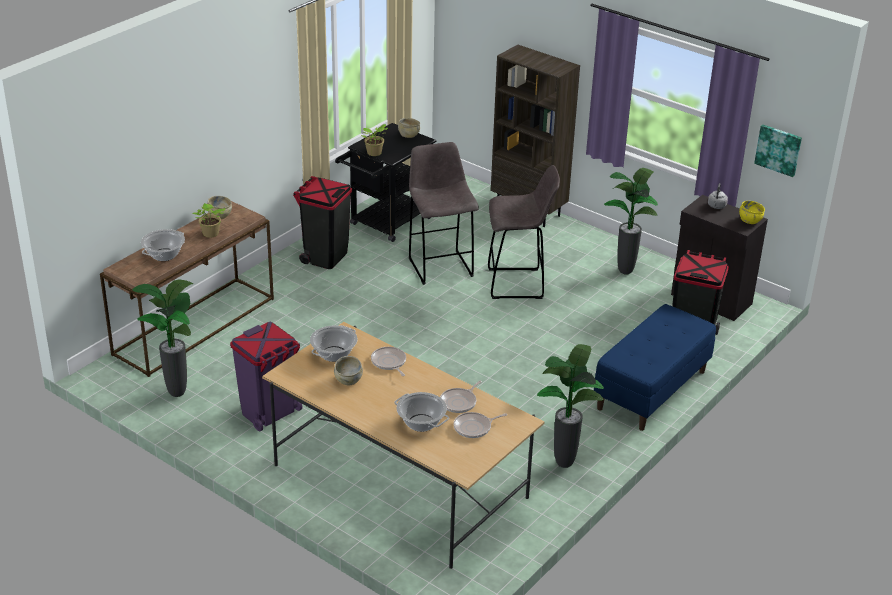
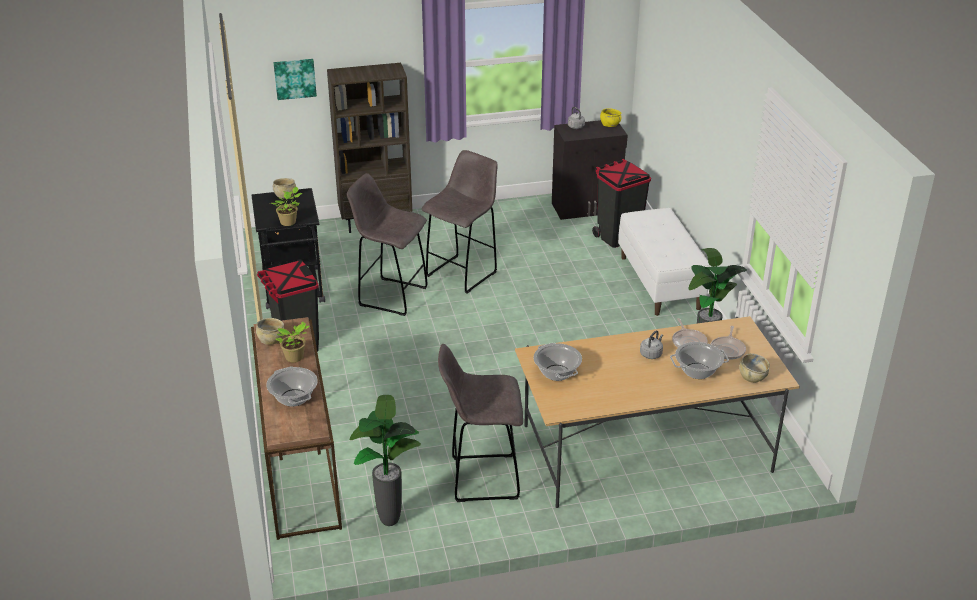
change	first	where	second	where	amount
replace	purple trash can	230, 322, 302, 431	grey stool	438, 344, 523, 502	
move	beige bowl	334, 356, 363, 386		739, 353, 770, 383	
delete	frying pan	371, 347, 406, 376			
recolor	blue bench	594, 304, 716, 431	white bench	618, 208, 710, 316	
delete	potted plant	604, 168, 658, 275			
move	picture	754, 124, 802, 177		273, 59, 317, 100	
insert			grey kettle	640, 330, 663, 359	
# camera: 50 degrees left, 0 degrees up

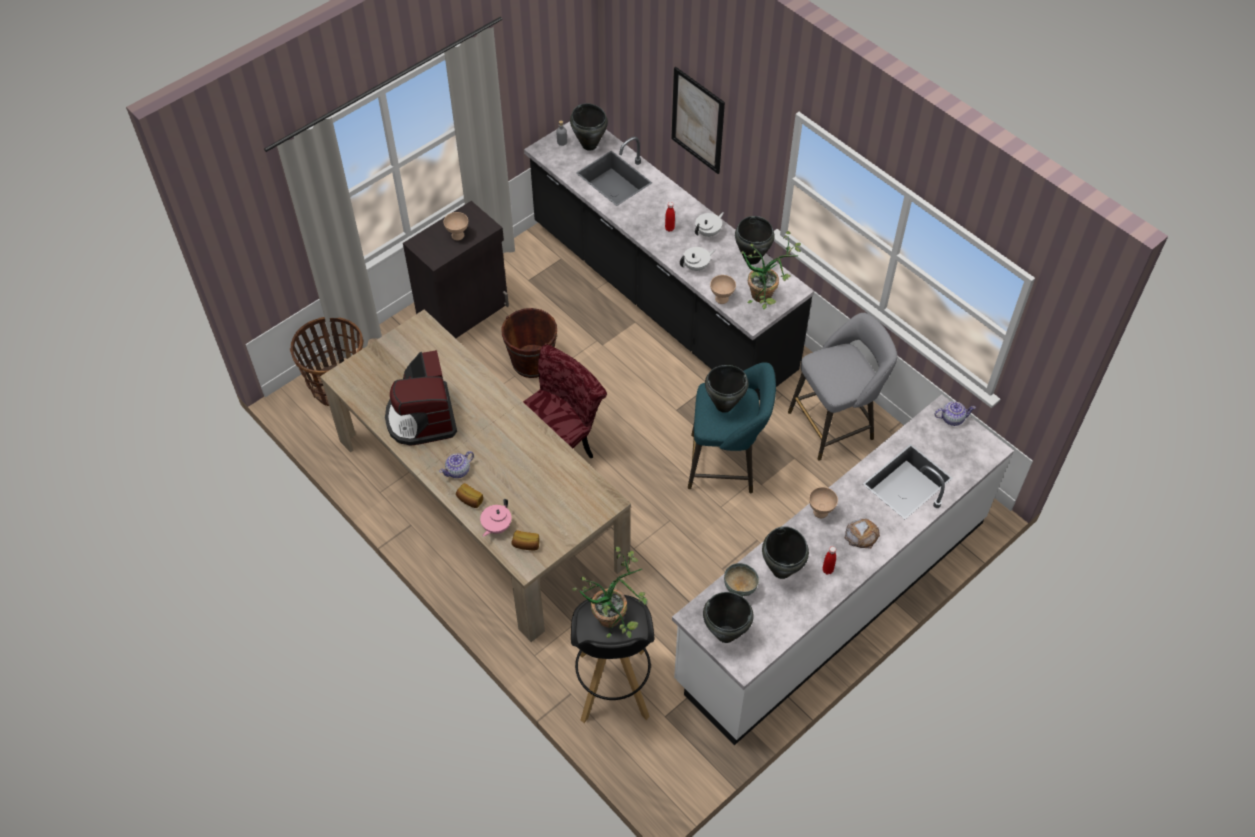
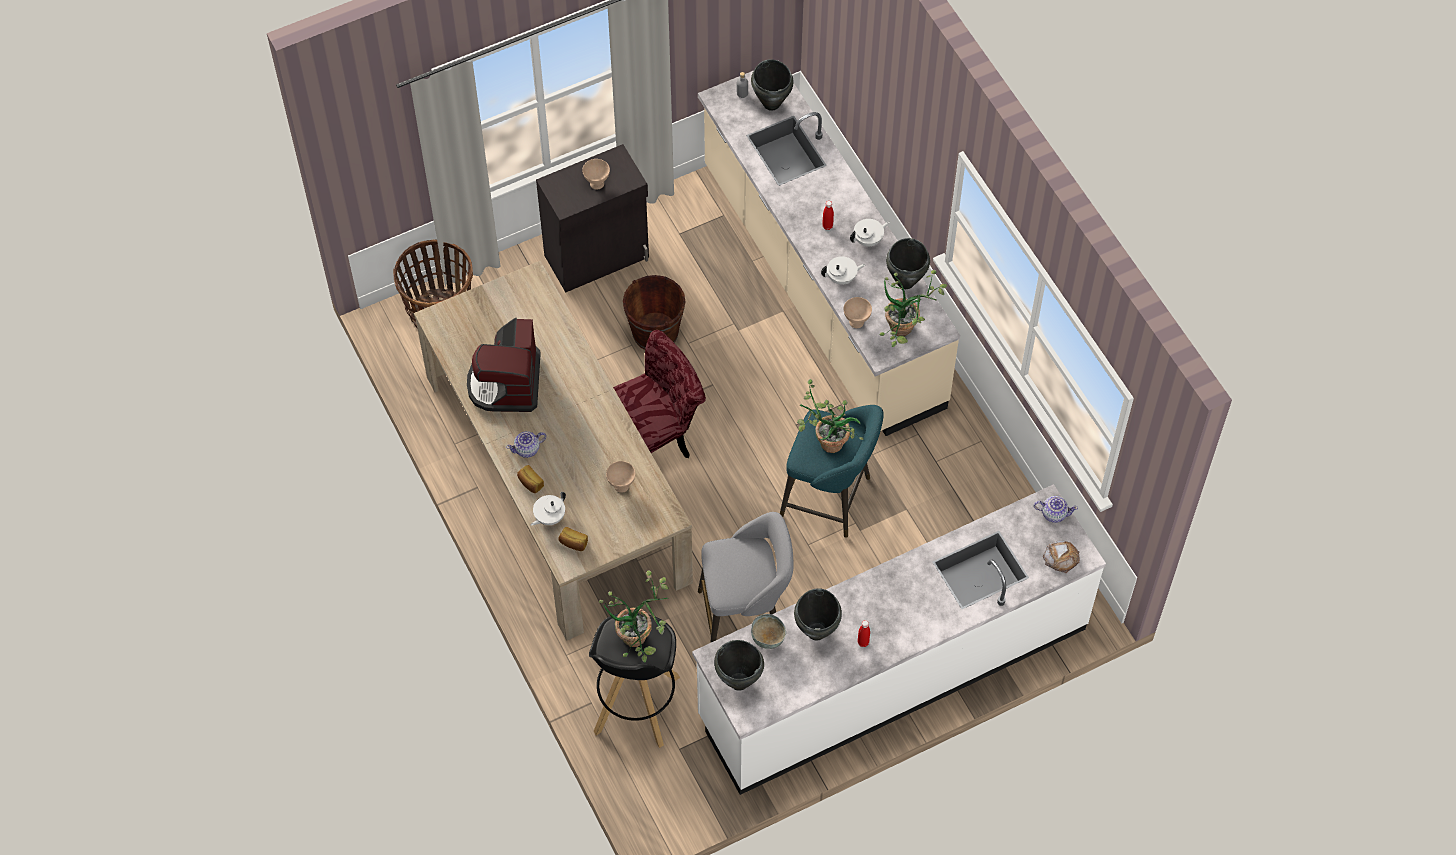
change	first	where	second	where	amount
recolor	pink teapot	480, 499, 511, 537	white teapot	531, 492, 566, 526	
recolor	black counter	524, 121, 814, 400	beige counter	698, 60, 960, 436	
delete	picture	671, 67, 725, 174			
replace	black cooking pot	705, 365, 749, 413	potted plant	797, 379, 864, 453	
move	grey stool	788, 313, 897, 461		698, 512, 793, 643	
move	beige bowl	809, 487, 838, 518		606, 461, 635, 493	
move	bread	845, 519, 880, 549		1043, 541, 1080, 573	
# camera: 15 degrees right, 5 degrees up

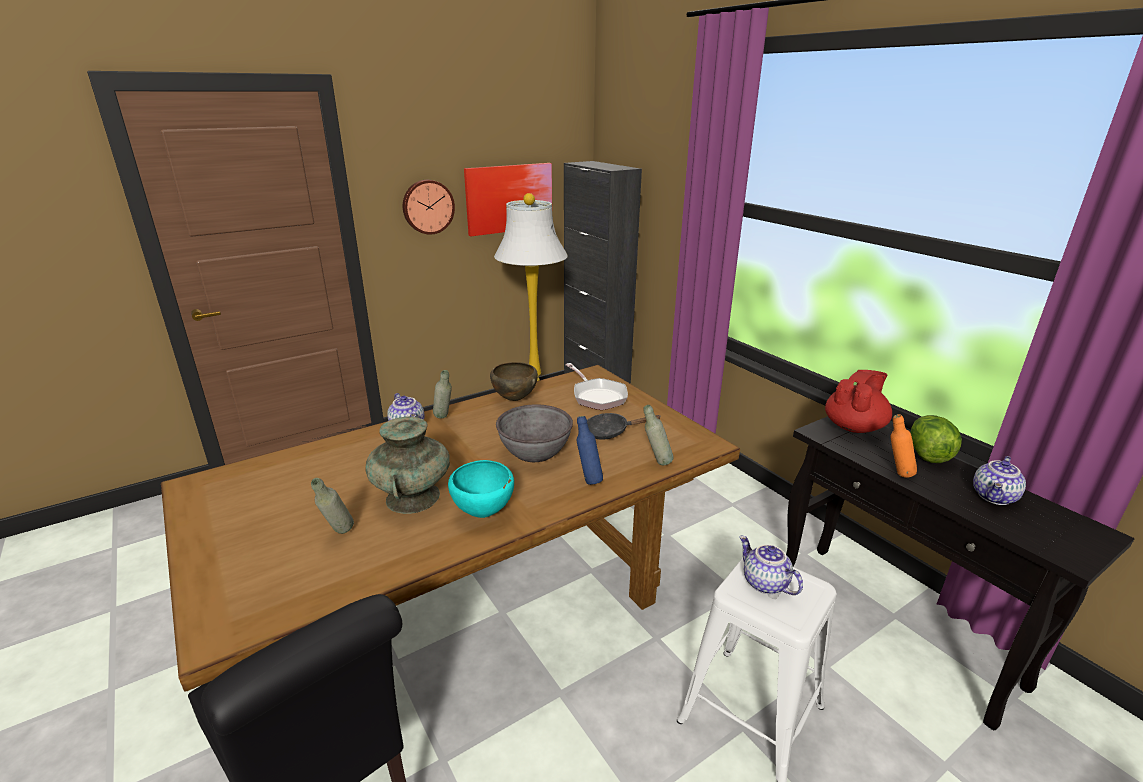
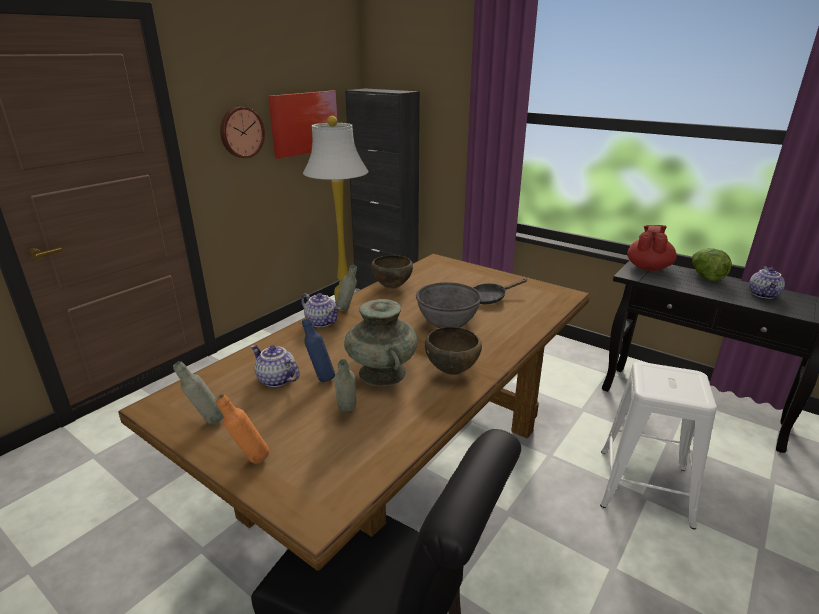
change	first	where	second	where	amount
recolor	turquoise bowl	448, 460, 514, 518	brown bowl	424, 327, 482, 375	
delete	frying pan	565, 363, 628, 410			
move	blue bottle	577, 416, 603, 485		302, 318, 335, 382	
move	grey bottle	643, 405, 673, 465		173, 361, 223, 425	
move	teapot	739, 536, 803, 595		251, 345, 299, 387	
move	orange bottle	891, 414, 917, 478		216, 394, 269, 464	
# camera: 20 degrees left, 0 degrees up

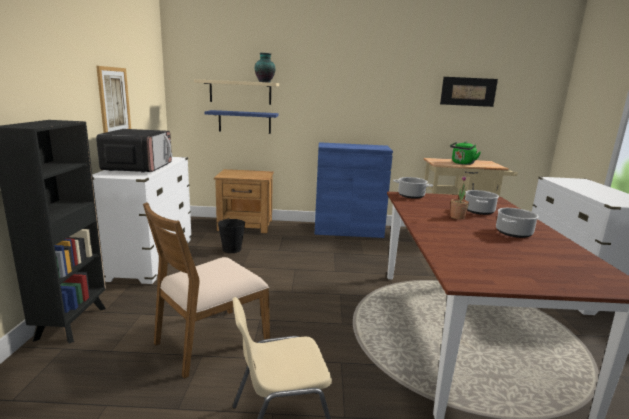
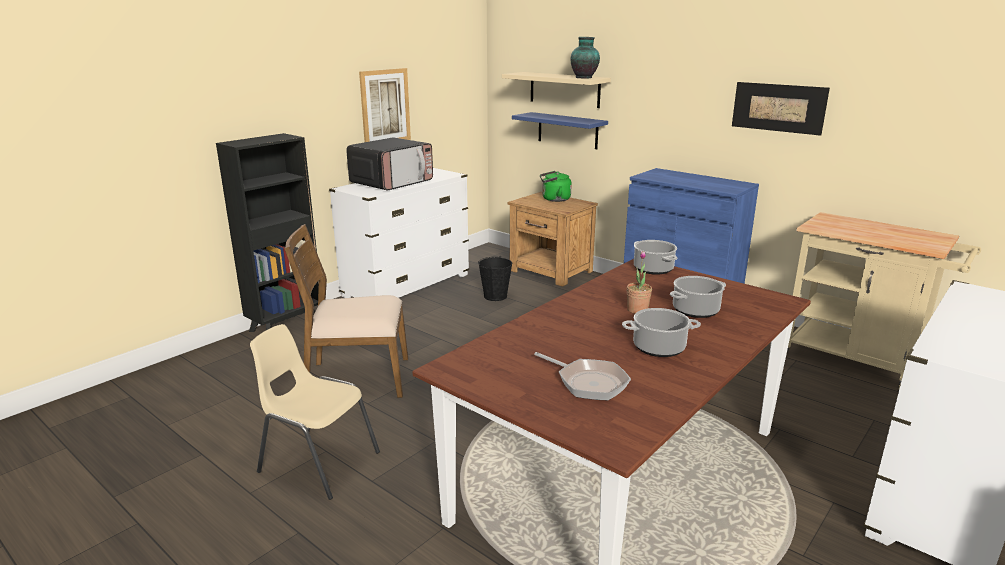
change	first	where	second	where	amount
move	picture	440, 77, 498, 107		732, 82, 830, 136	
move	green kettle	450, 142, 481, 165		540, 171, 572, 202	
insert			frying pan	534, 352, 631, 400	
# camera: 40 degrees right, 5 degrees up

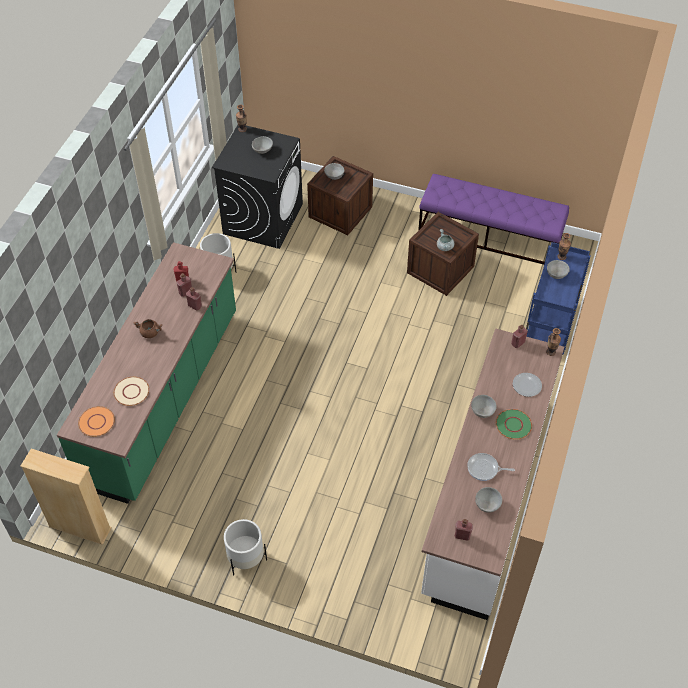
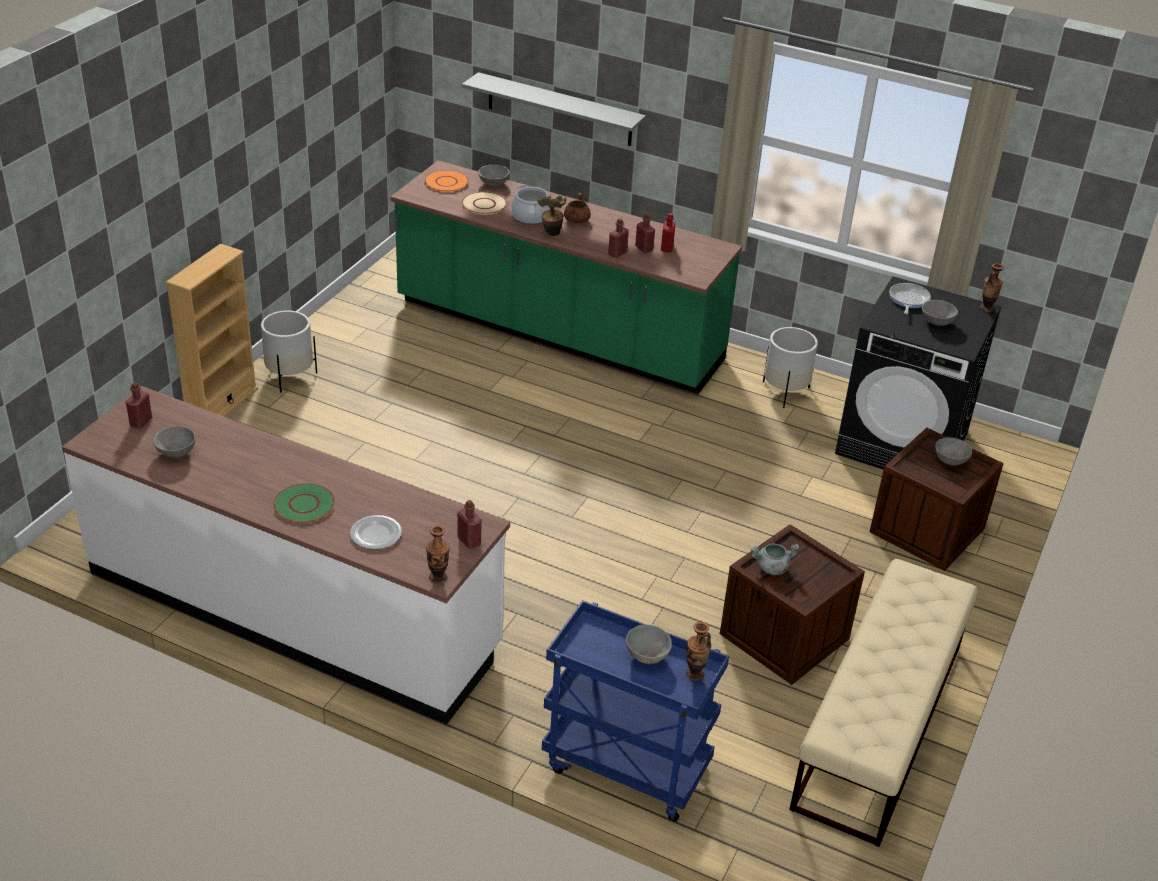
change	first	where	second	where	amount
move	beige bookcase	20, 449, 112, 545		165, 244, 258, 417	
recolor	purple bench	418, 174, 569, 265	beige bench	789, 559, 978, 847	
move	frying pan	467, 453, 515, 481		889, 283, 931, 314	
move	grey bowl	471, 395, 497, 418		478, 165, 510, 186	
insert			grey shelf	462, 72, 646, 146	
insert			cooking pot	511, 184, 550, 224	
insert			potted plant	537, 195, 566, 236	
# camera: 95 degrees right, 15 degrees down

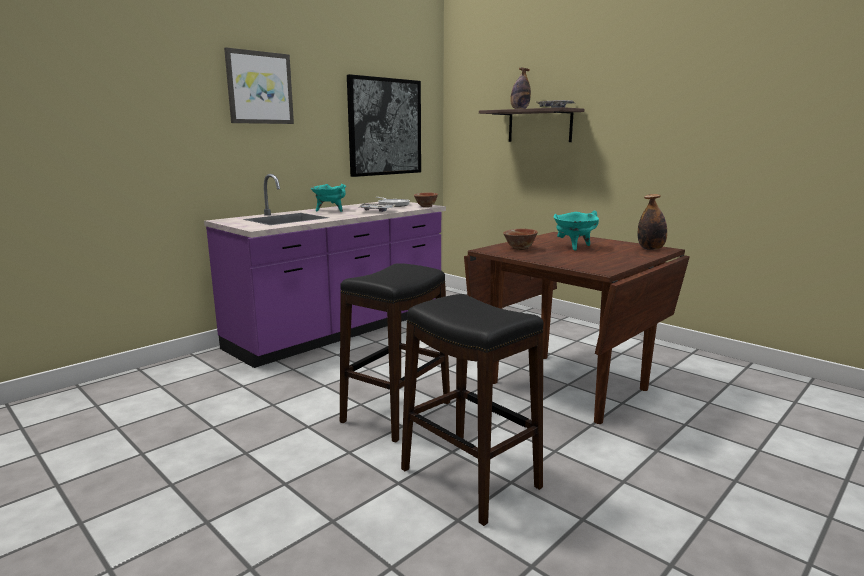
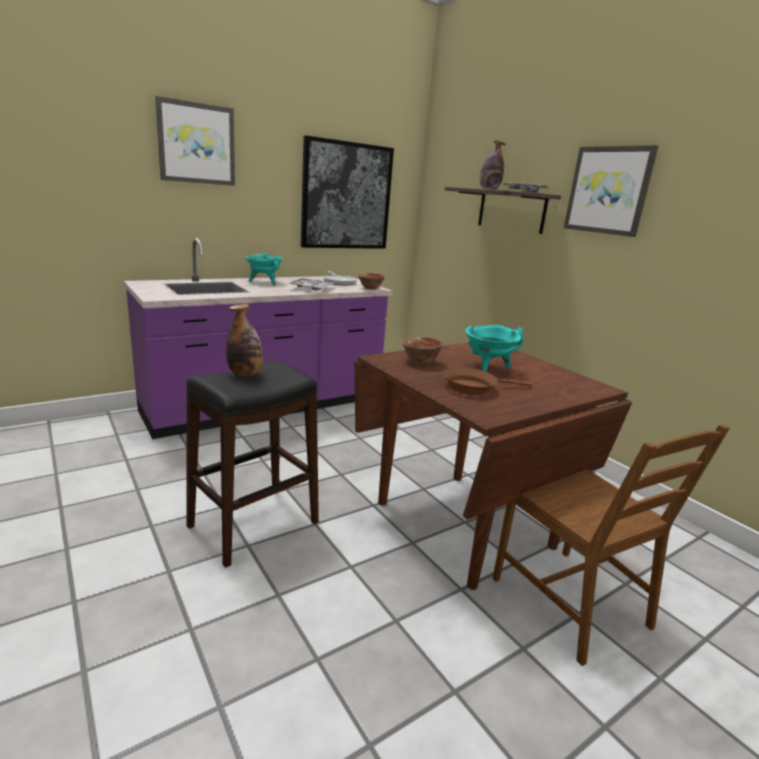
change	first	where	second	where	amount
delete	black stool	401, 294, 543, 526			
move	bottle	638, 194, 667, 250		226, 304, 263, 376	
insert			brown frying pan	443, 368, 533, 395	
insert			brown chair	492, 424, 730, 666	
insert			picture	564, 145, 659, 237	
# camera: 10 degrees right, 5 degrees up

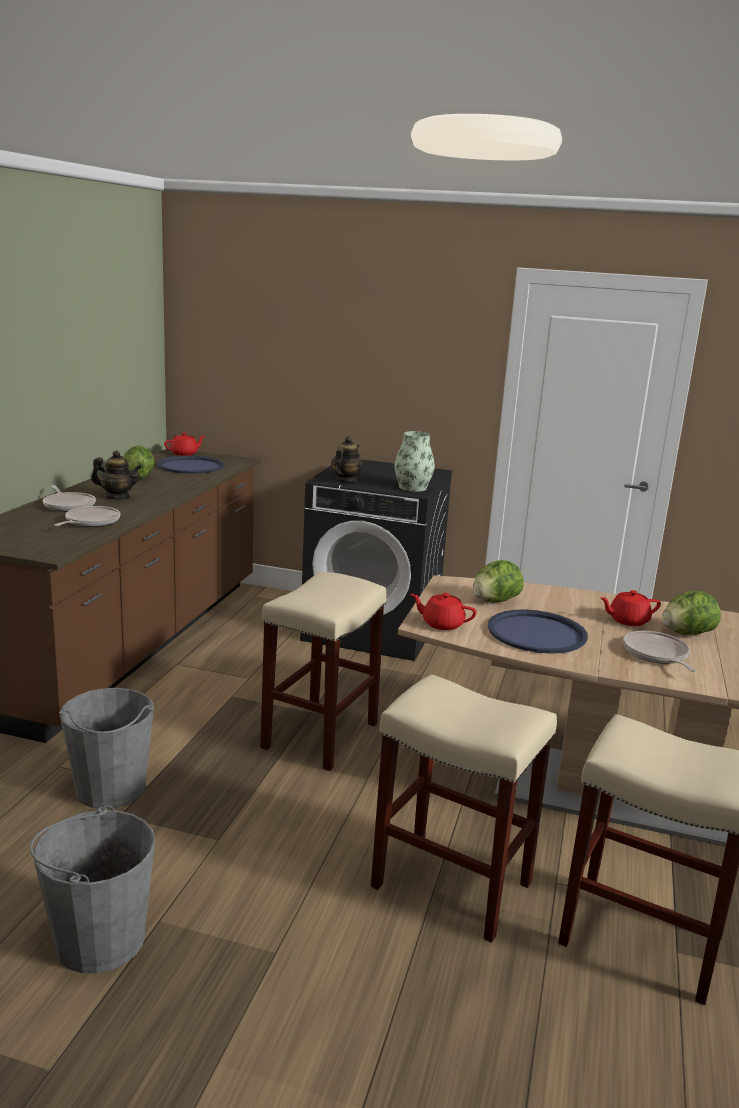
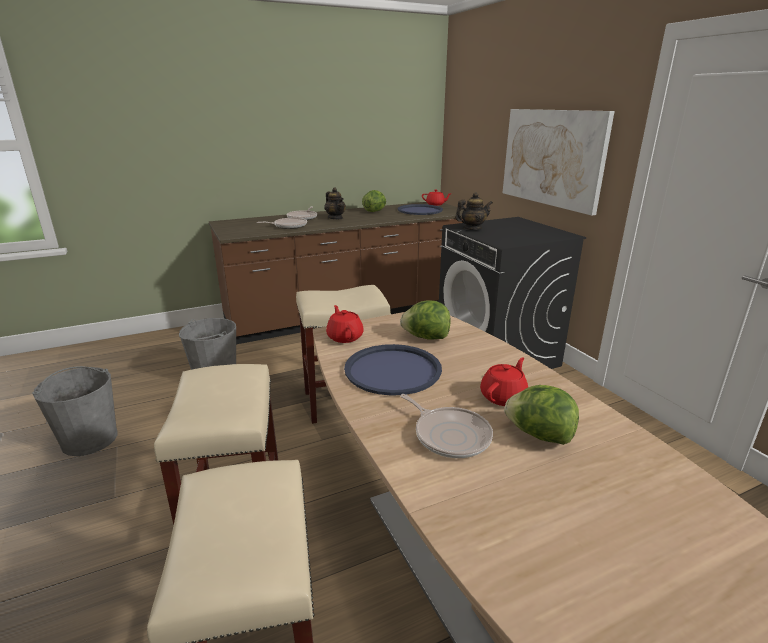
change	first	where	second	where	amount
delete	vase	394, 431, 435, 492			
rotate	red teapot	600, 590, 661, 626		480, 357, 528, 406	90 degrees clockwise
rotate	frying pan	623, 631, 696, 672		400, 394, 493, 458	105 degrees clockwise
insert			picture	503, 109, 615, 216	
# camera: 50 degrees right, 5 degrees up

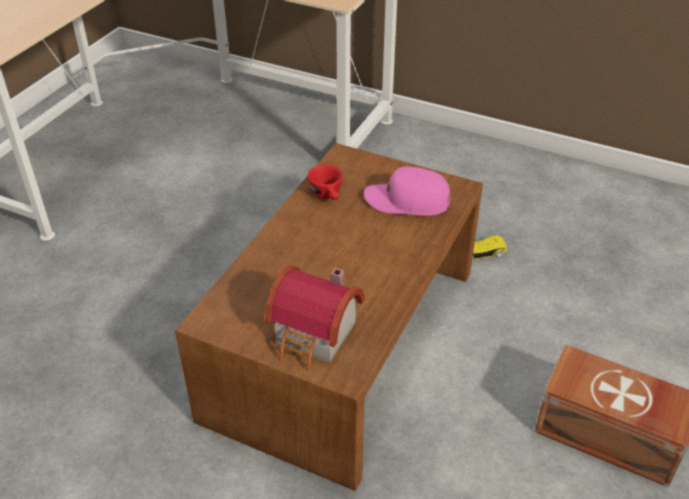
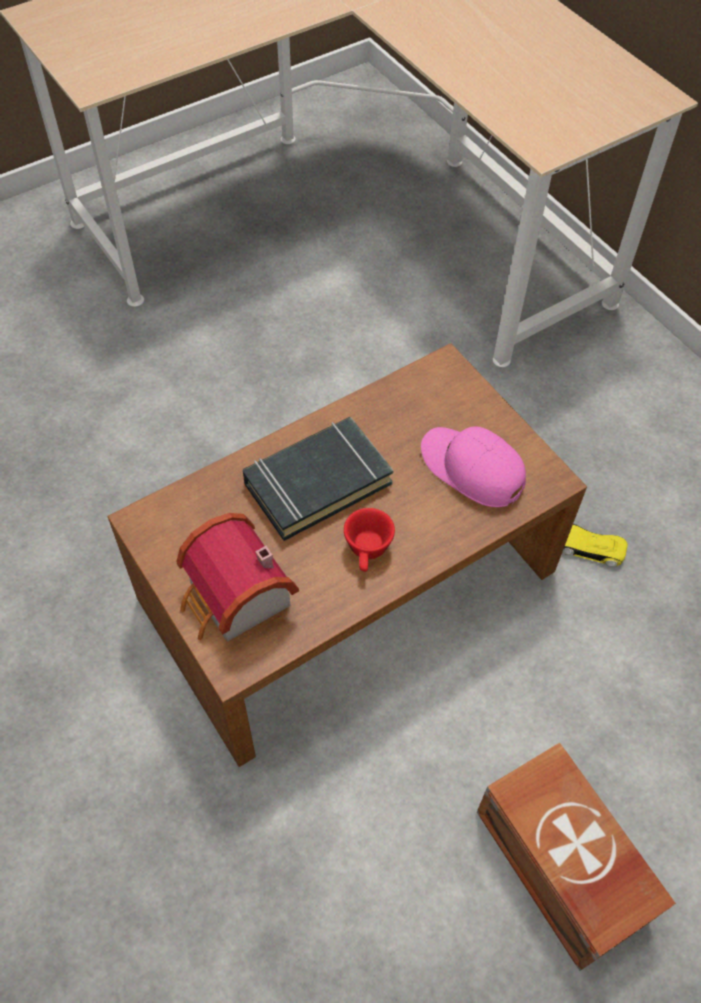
change	first	where	second	where	amount
move	red cup	307, 165, 343, 200		344, 508, 395, 572	
insert			black book	243, 417, 394, 541	
# camera: 30 degrees right, 15 degrees up

